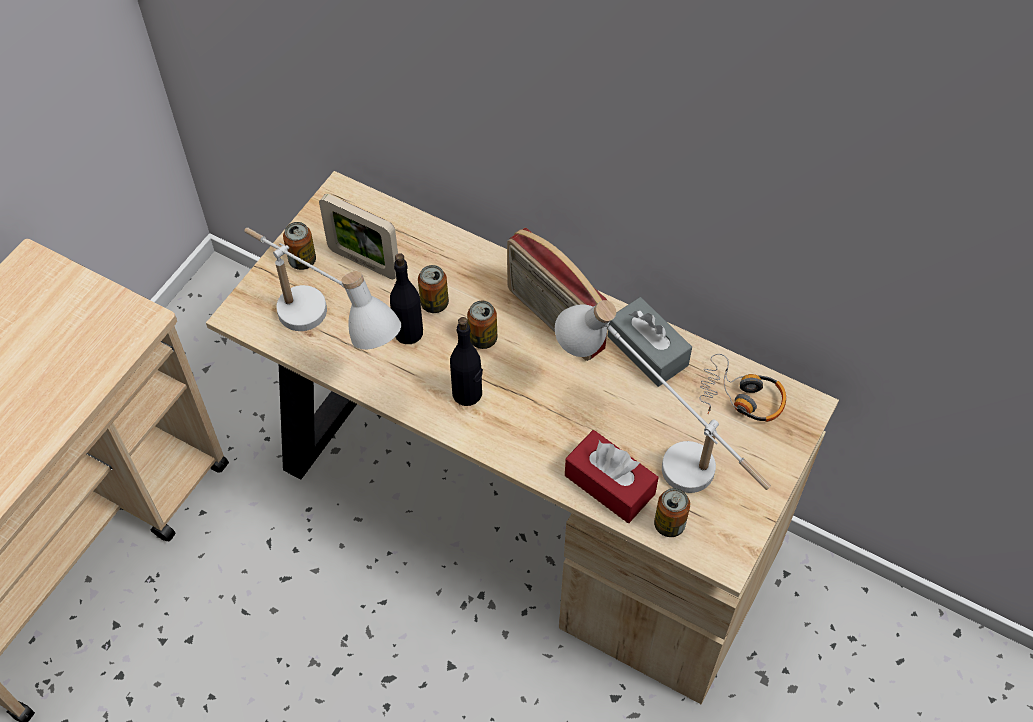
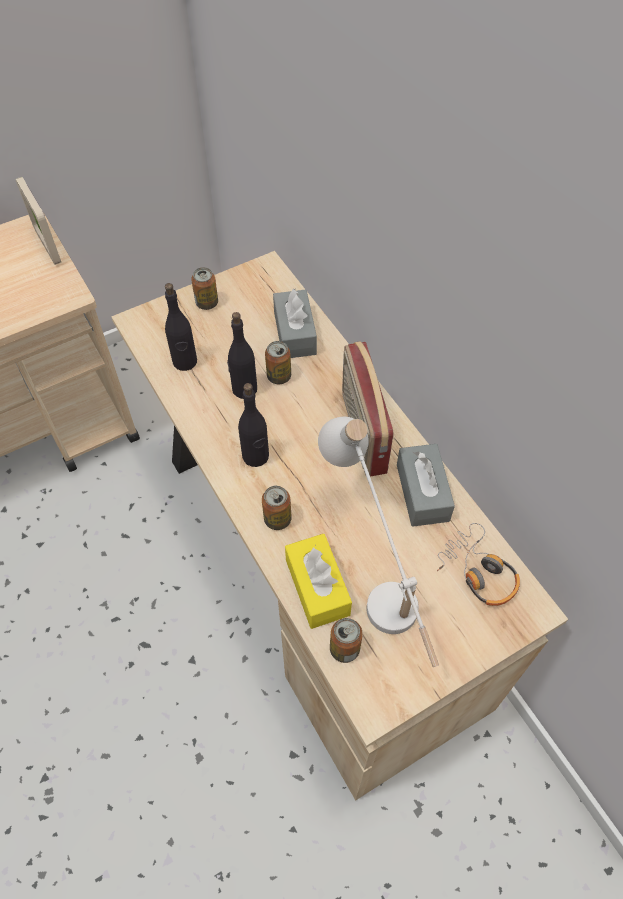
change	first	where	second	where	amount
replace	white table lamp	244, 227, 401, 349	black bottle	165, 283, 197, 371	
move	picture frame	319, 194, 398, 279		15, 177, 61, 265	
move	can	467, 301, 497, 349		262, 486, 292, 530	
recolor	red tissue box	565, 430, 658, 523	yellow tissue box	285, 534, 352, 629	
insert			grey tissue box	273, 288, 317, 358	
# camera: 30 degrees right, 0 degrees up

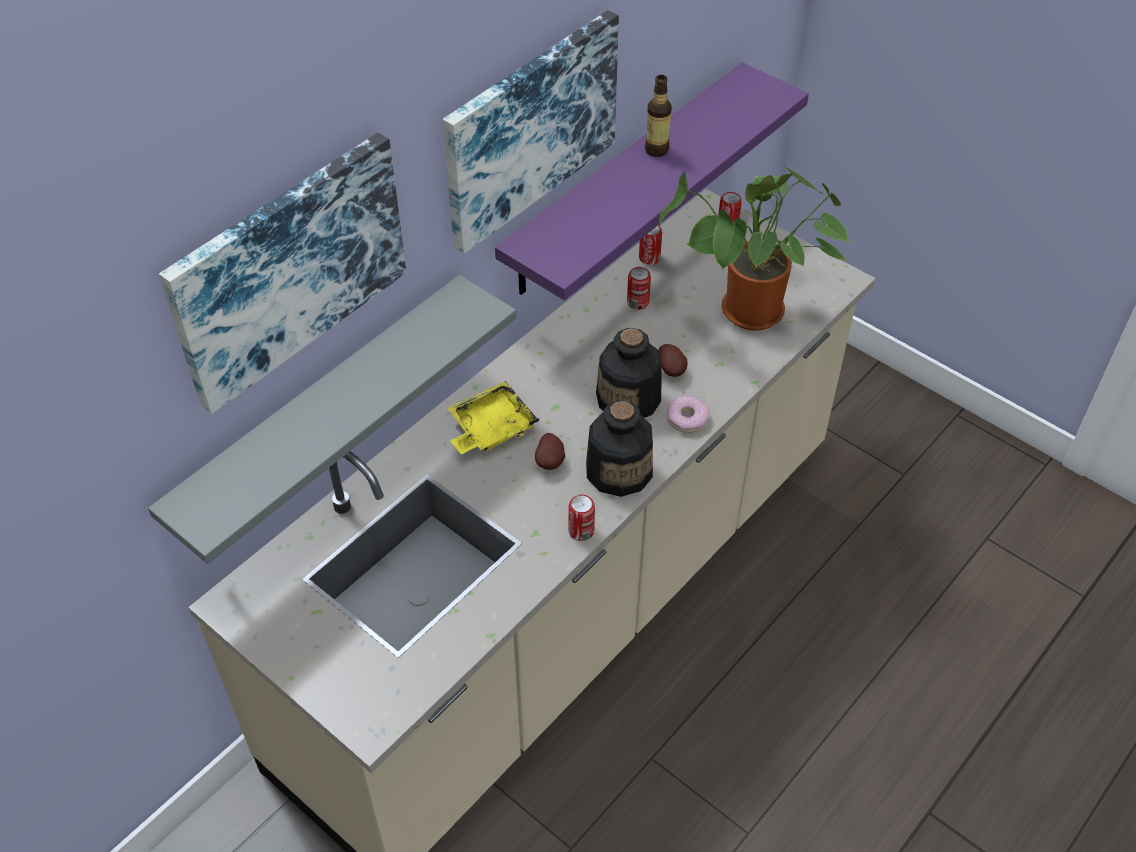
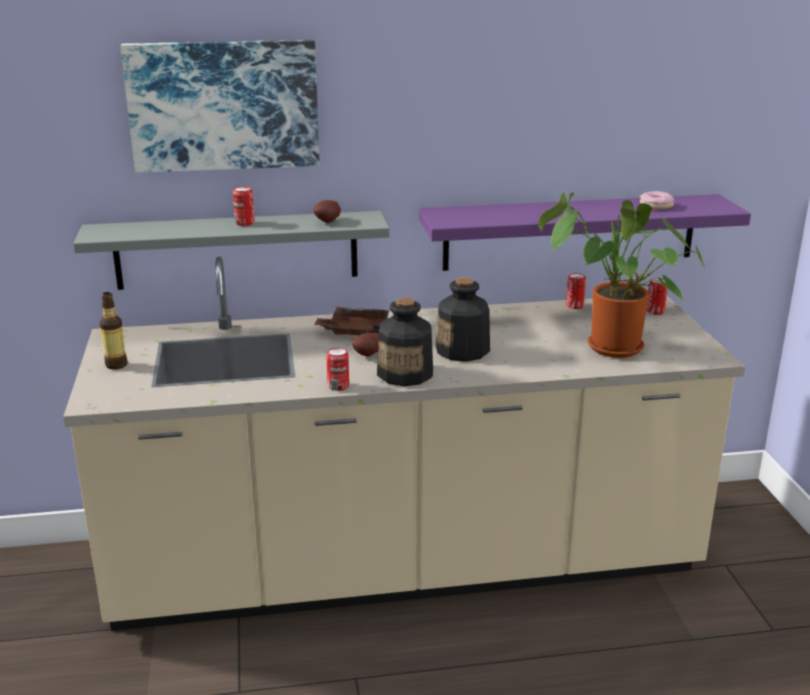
change	first	where	second	where	amount
delete	picture	443, 10, 619, 254			
recolor	yellow tray	447, 381, 539, 454	brown tray	314, 307, 390, 336	
move	can	627, 267, 651, 310		233, 187, 255, 226	
move	bottle	645, 75, 672, 157		100, 292, 127, 370	
move	potato	658, 344, 688, 377		313, 200, 341, 223	
move	donut	667, 396, 710, 433		640, 191, 674, 210	
# camera: 40 degrees right, 25 degrees down

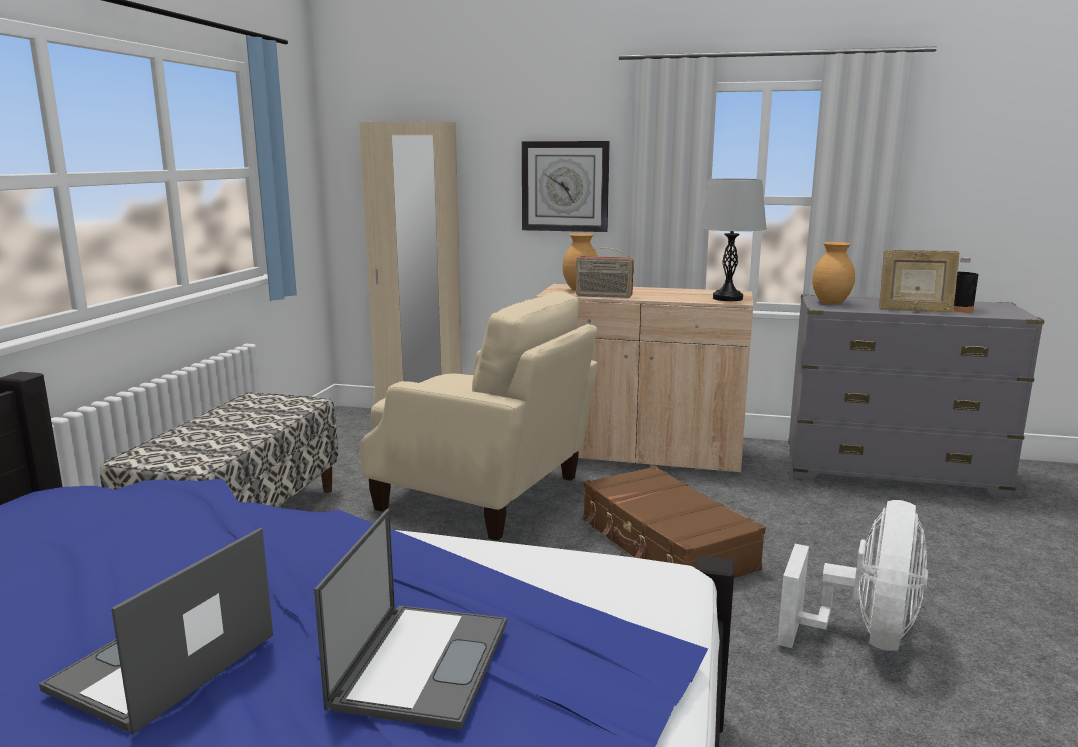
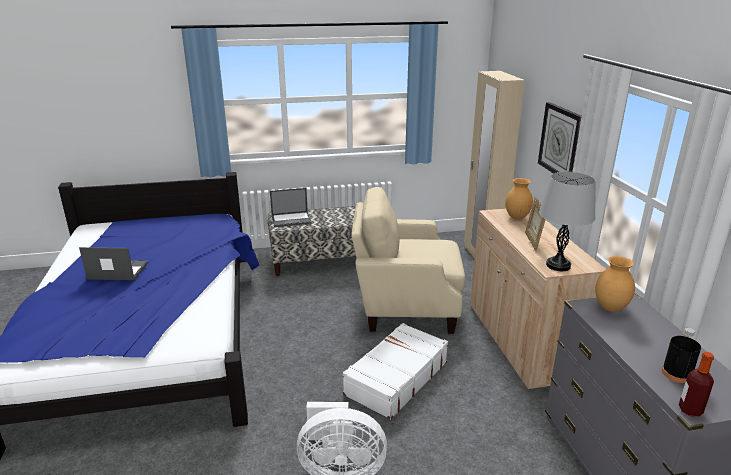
change	first	where	second	where	amount
move	laptop	314, 509, 507, 730		270, 188, 312, 227	
rotate	beige armchair	361, 291, 598, 541		351, 187, 465, 334	90 degrees clockwise
delete	radio	576, 248, 634, 298			
recolor	brown suitcase	583, 466, 766, 578	white suitcase	343, 323, 448, 420	
move	picture frame	879, 250, 960, 313		525, 196, 546, 251	
insert			bottle	679, 352, 714, 417	
# camera: 65 degrees right, 10 degrees up

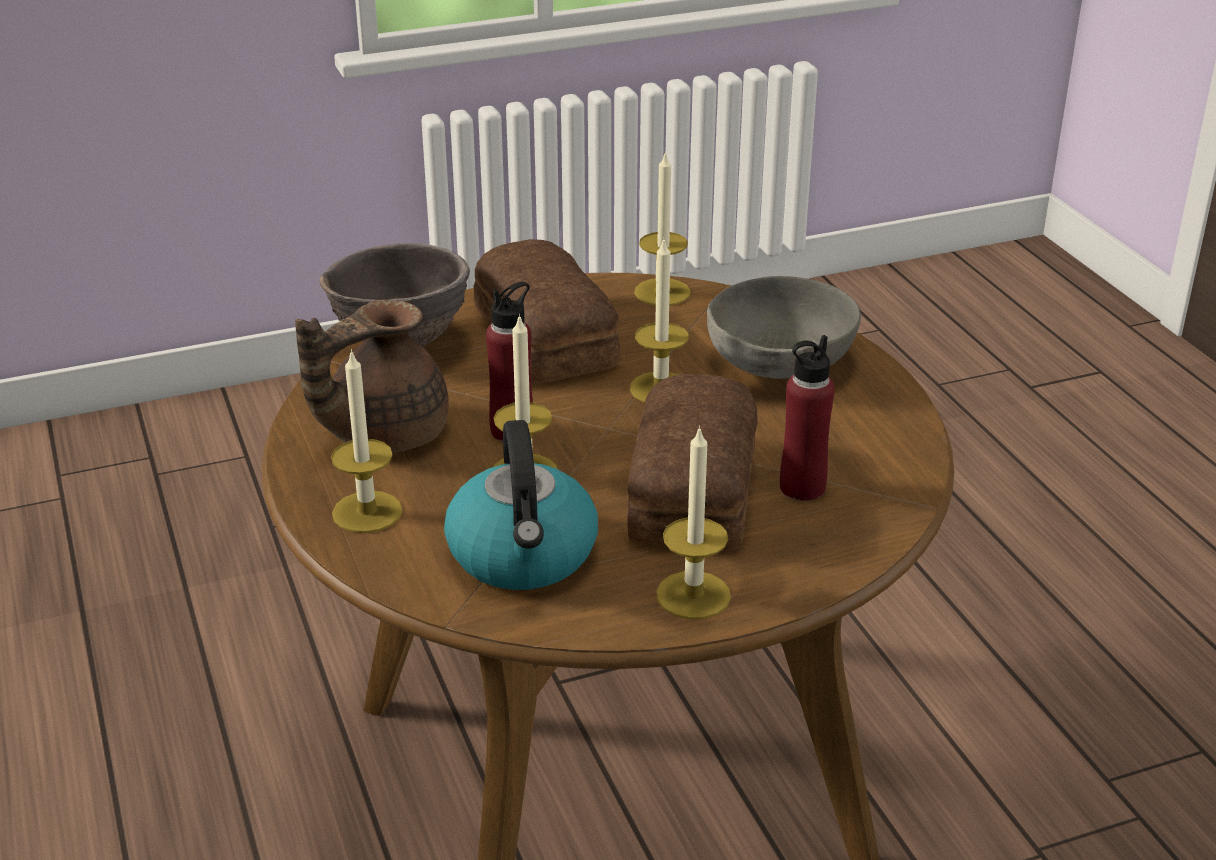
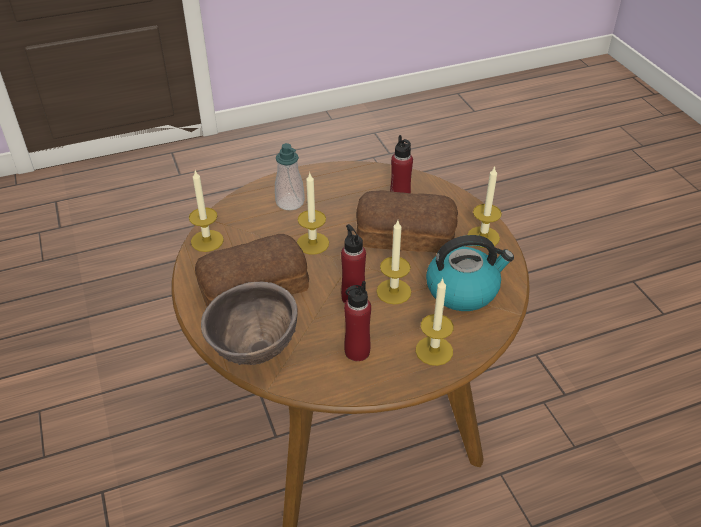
change	first	where	second	where	amount
replace	brown teapot	295, 299, 449, 453	red bottle	344, 281, 371, 361	
replace	grey bowl	707, 276, 861, 379	soap dispenser	275, 143, 305, 210	
# camera: 90 degrees left, 10 degrees up

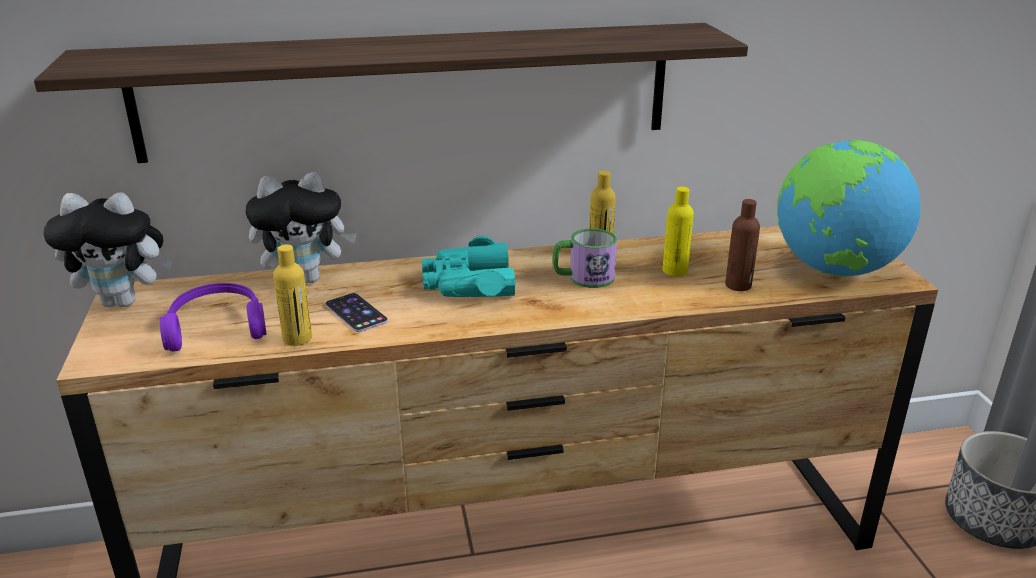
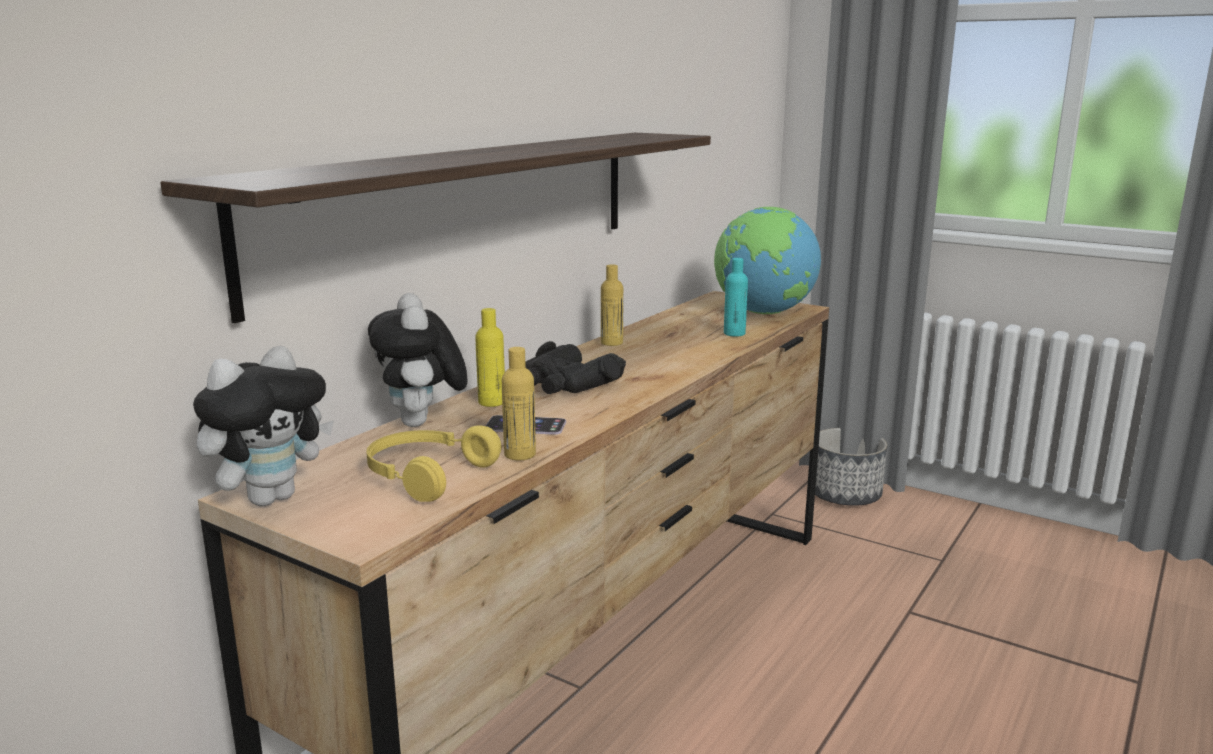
change	first	where	second	where	amount
recolor	purple headphones	160, 283, 267, 352	yellow headphones	366, 425, 501, 502	
rotate	plush toy	245, 172, 357, 283		368, 293, 467, 427	135 degrees clockwise
recolor	turquoise binoculars	422, 236, 516, 297	black binoculars	525, 341, 626, 394	
delete	mug	552, 229, 617, 288			
move	yellow bottle	663, 187, 694, 276		475, 308, 505, 407	
recolor	brown bottle	725, 199, 760, 291	turquoise bottle	724, 258, 748, 337	
# camera: 45 degrees left, 10 degrees down

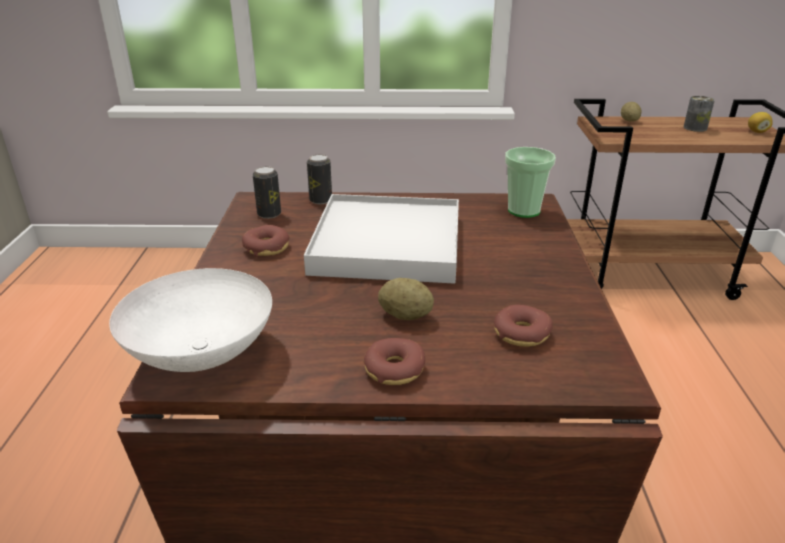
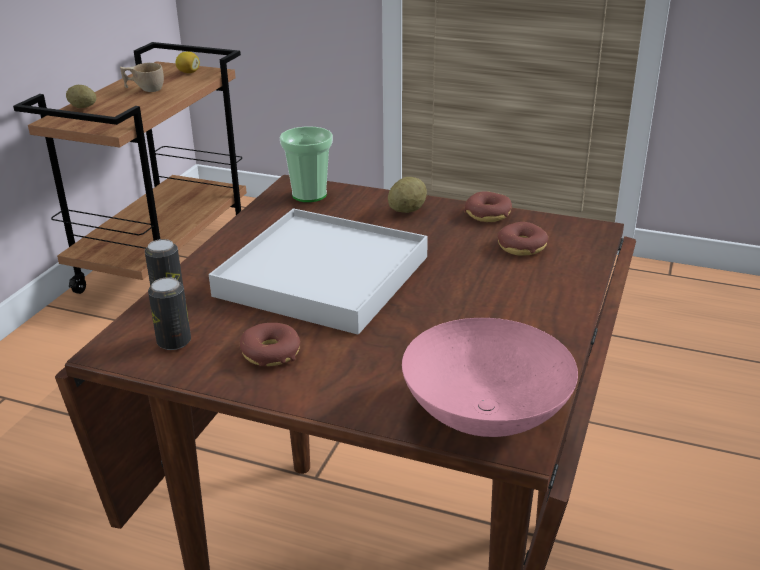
change	first	where	second	where	amount
recolor	white bowl	109, 268, 272, 372	pink bowl	402, 318, 578, 437	
move	donut	363, 338, 425, 385		464, 191, 512, 222	
move	potato	378, 278, 434, 320		388, 177, 427, 213	
replace	can	684, 96, 715, 132	beige cup	120, 63, 164, 92	
# camera: 70 degrees left, 0 degrees up

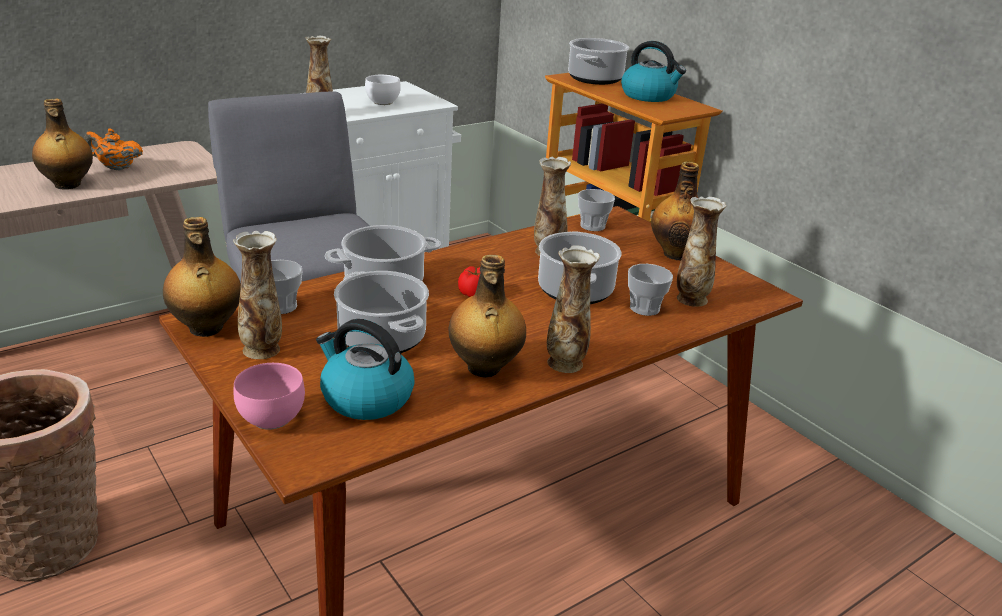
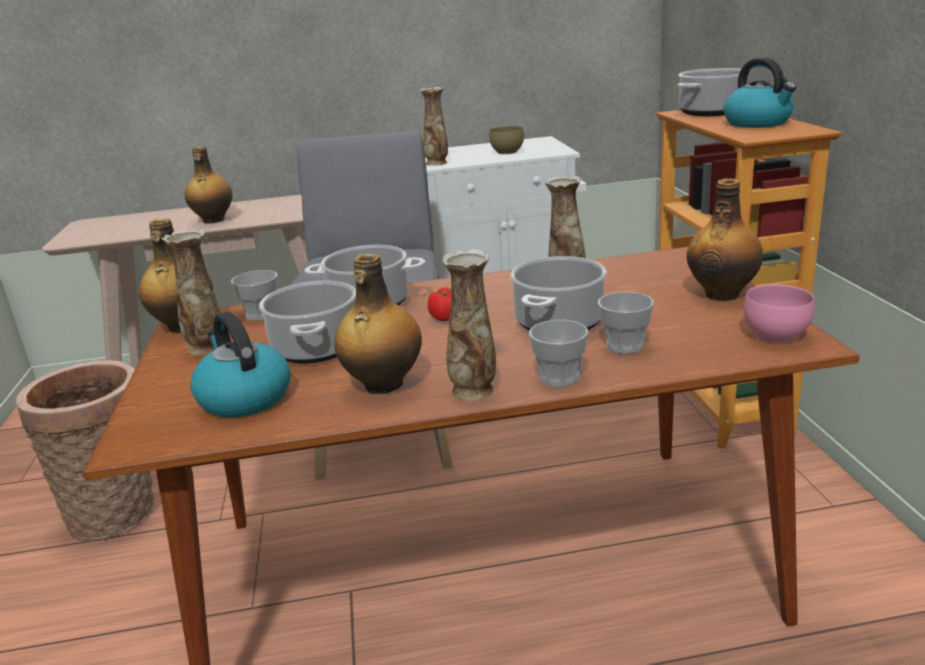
change	first	where	second	where	amount
delete	orange teapot	84, 128, 143, 171			
move	pink bowl	234, 363, 305, 430		744, 284, 814, 343	
recolor	white bowl	365, 75, 401, 105	brown bowl	489, 126, 524, 154	
move	cup	578, 189, 615, 231		529, 320, 588, 387	
delete	vase	677, 197, 727, 307			
# camera: 30 degrees right, 5 degrees down

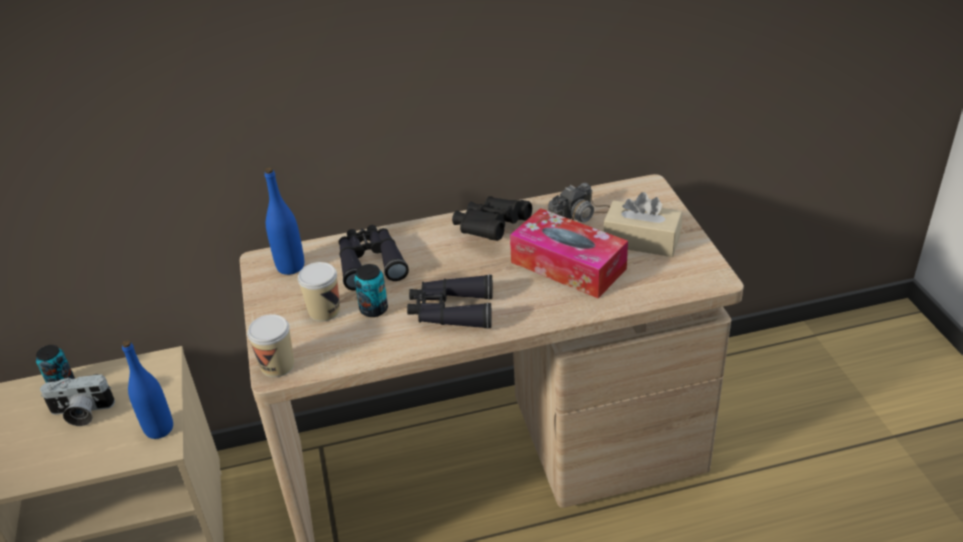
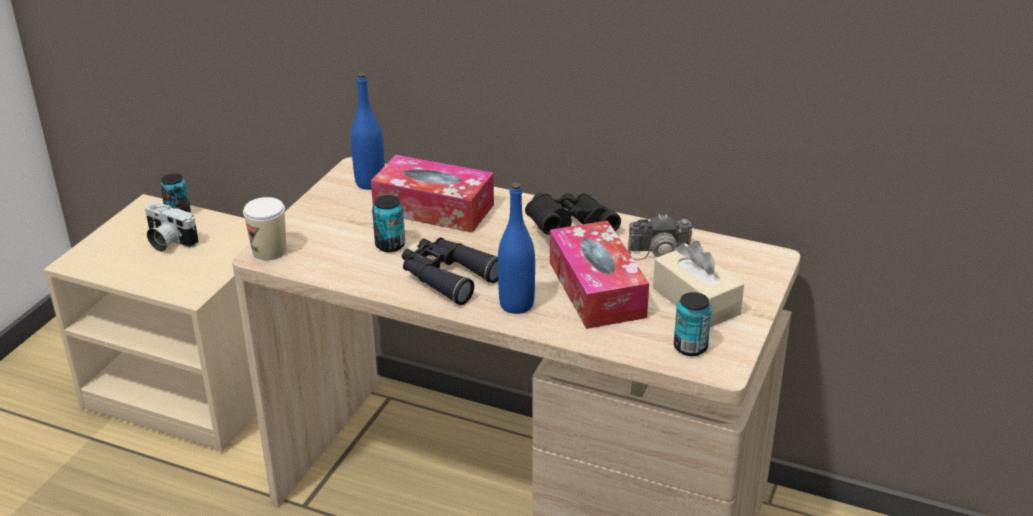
change	first	where	second	where	amount
move	blue bottle	122, 340, 173, 439		498, 183, 535, 314	
delete	cup	298, 262, 340, 322			
replace	black binoculars	339, 225, 409, 290	tissue box	371, 155, 494, 233	
insert			can	674, 292, 712, 356	
# camera: 35 degrees right, 5 degrees down

